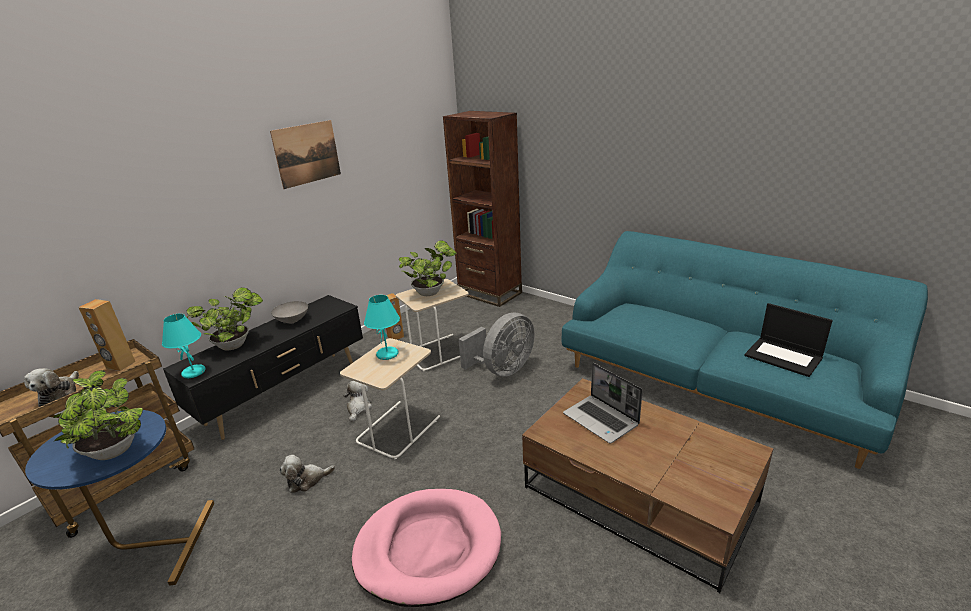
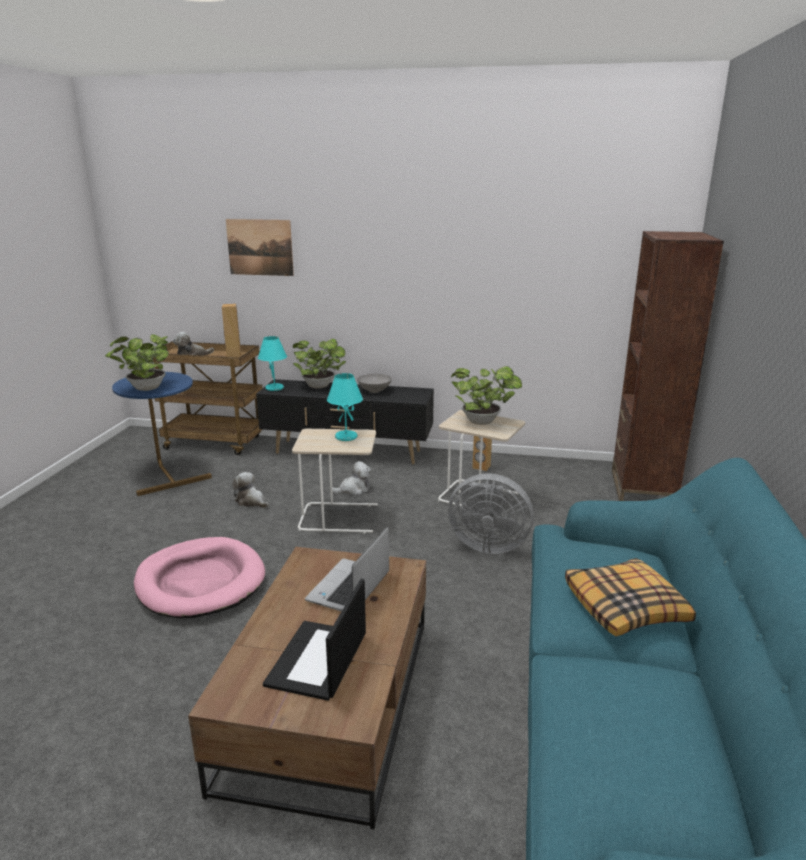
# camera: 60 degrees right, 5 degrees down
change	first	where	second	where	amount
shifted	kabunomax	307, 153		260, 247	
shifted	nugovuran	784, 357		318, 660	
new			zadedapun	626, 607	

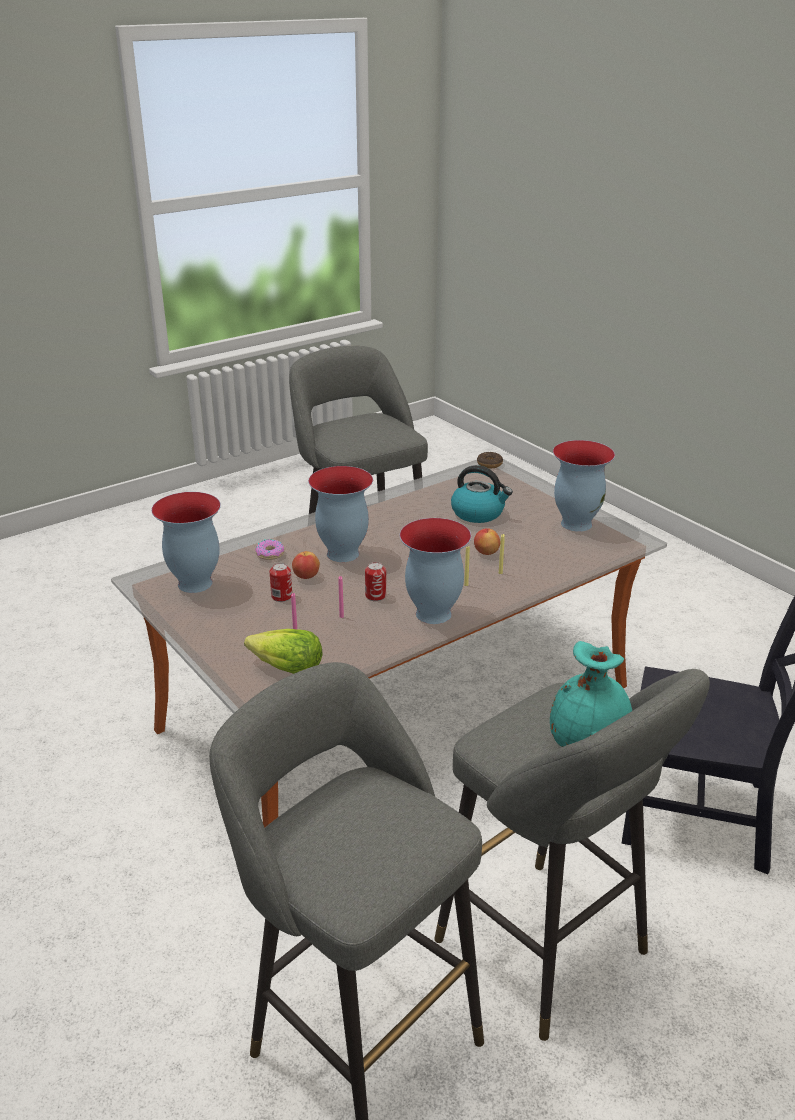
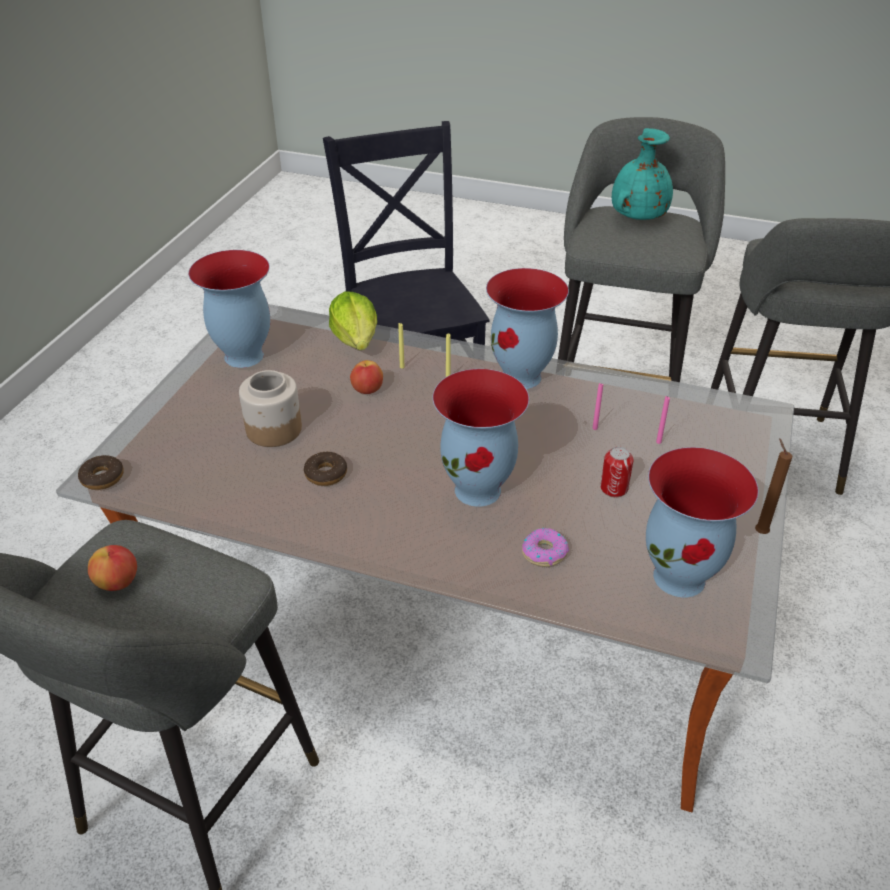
# camera: 125 degrees left, 10 degrees up
change	first	where	second	where	amount
shifted	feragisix	306, 576		118, 582	
swapped	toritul	478, 513	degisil	273, 430	
new			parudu	326, 474	
shifted	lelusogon	286, 668		356, 340	
new			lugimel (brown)	759, 531	
gone	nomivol	375, 596			

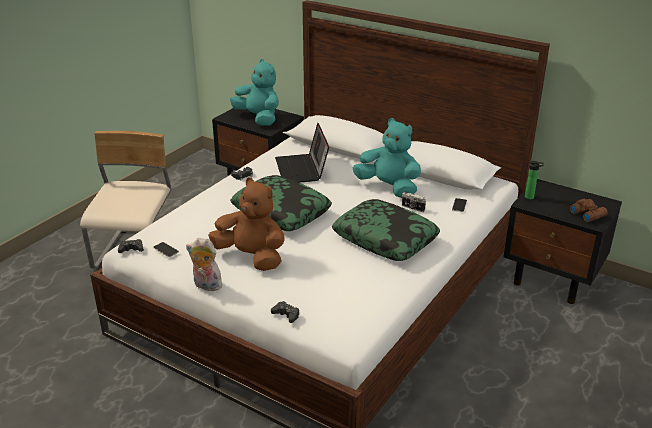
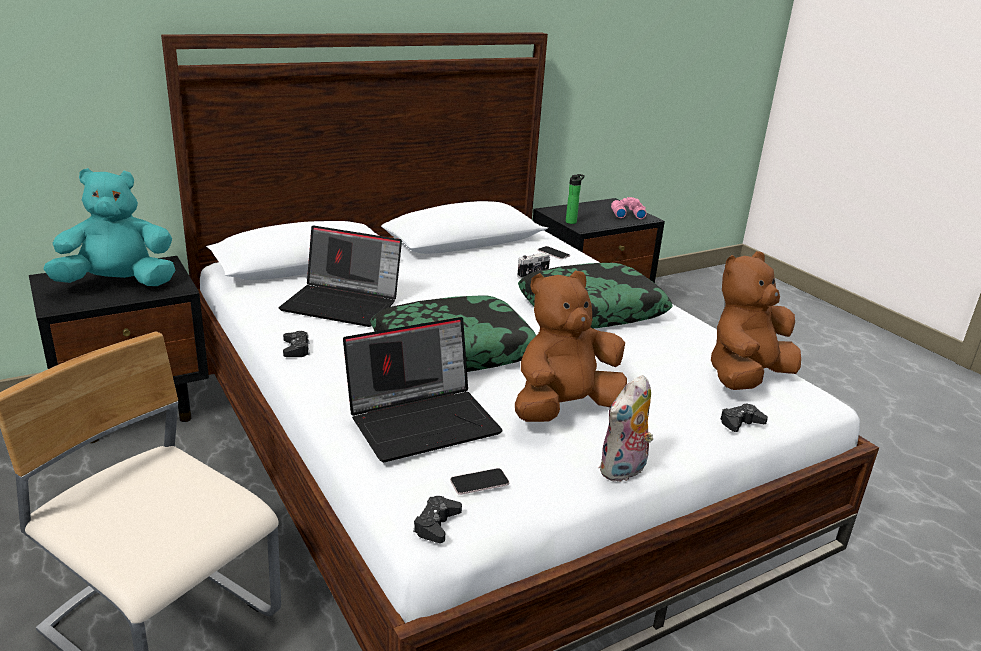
# camera: 65 degrees left, 5 degrees down
change	first	where	second	where	amount
new			nugovuran	424, 420	
repainted	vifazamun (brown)	587, 214	vifazamun (pink)	626, 214	
new			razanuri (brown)	746, 377	
gone	razanuri (turquoise)	389, 187			

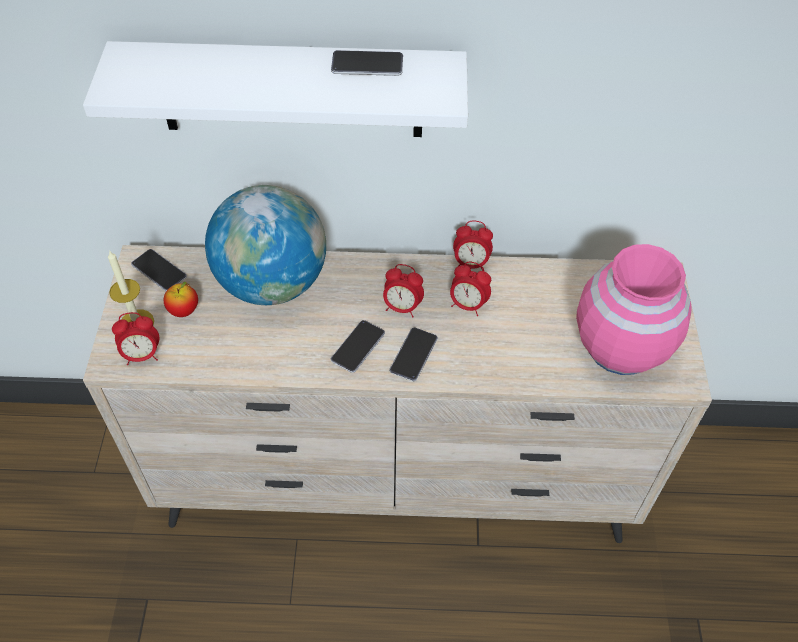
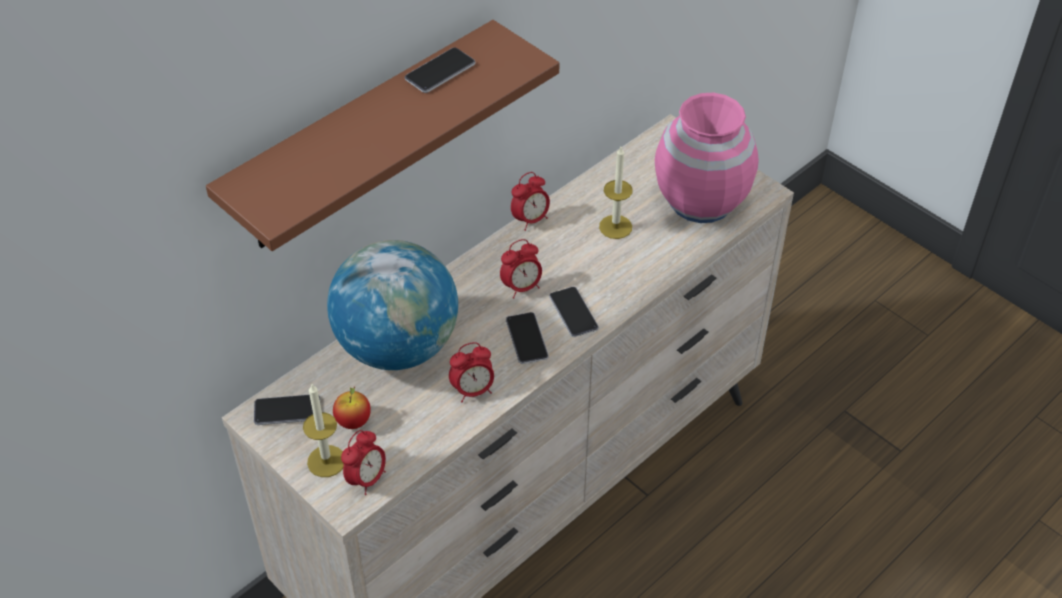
# camera: 45 degrees left, 5 degrees down
change	first	where	second	where	amount
repainted	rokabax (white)	291, 90	rokabax (brown)	363, 139	
shifted	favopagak	468, 305		473, 390	
new			lugimel	615, 227	

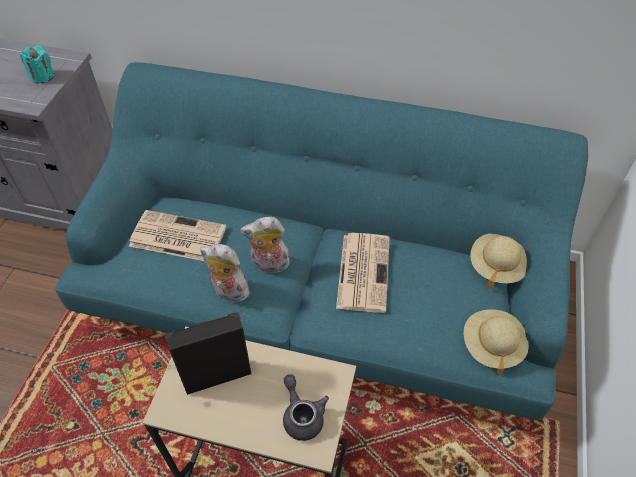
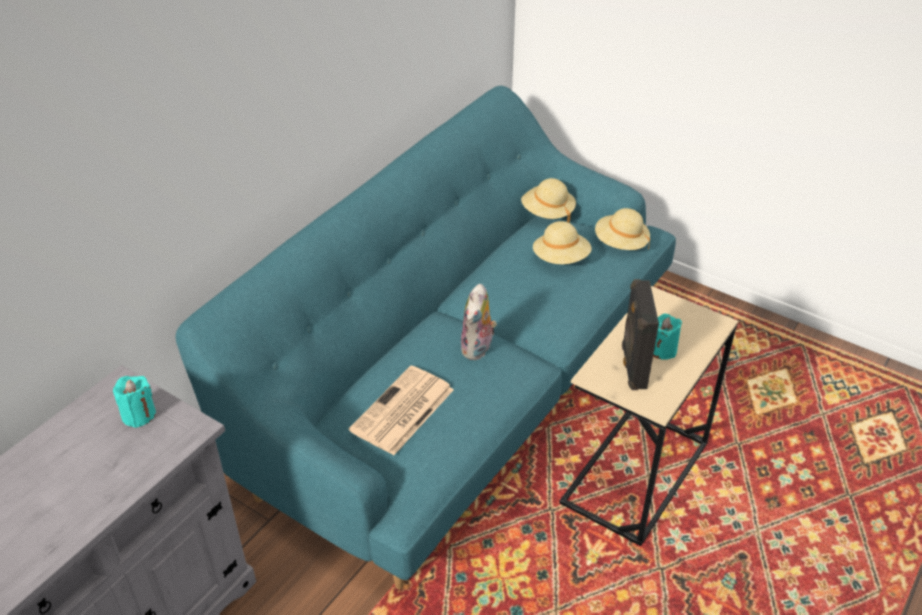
# camera: 70 degrees left, 10 degrees down
change	first	where	second	where	amount
new			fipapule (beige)	561, 259	
new			lugimel (turquoise)	662, 350	
gone	razanuri	228, 292			
gone	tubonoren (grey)	302, 415			
gone	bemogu	363, 271			

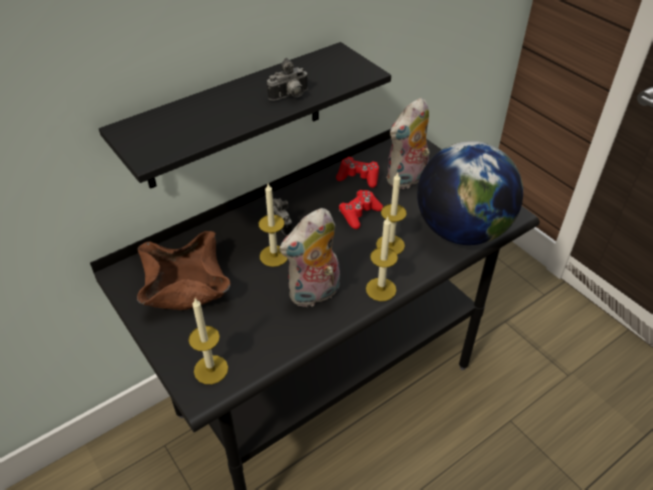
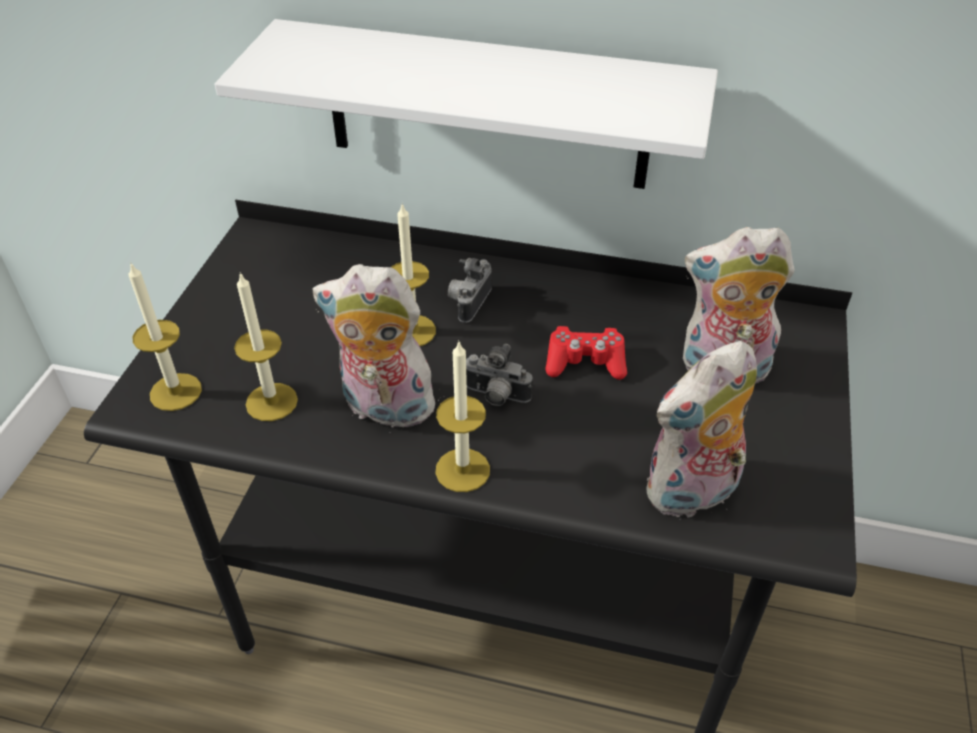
# camera: 50 degrees right, 0 degrees up
change	first	where	second	where	amount
repainted	rokabax (black)	234, 117	rokabax (white)	487, 106	
shifted	lugimel	390, 245		271, 402	
shifted	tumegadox	290, 97		496, 397	
swapped	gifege	461, 230	razanuri	691, 494	
gone	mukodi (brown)	186, 286			
gone	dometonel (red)	358, 177			

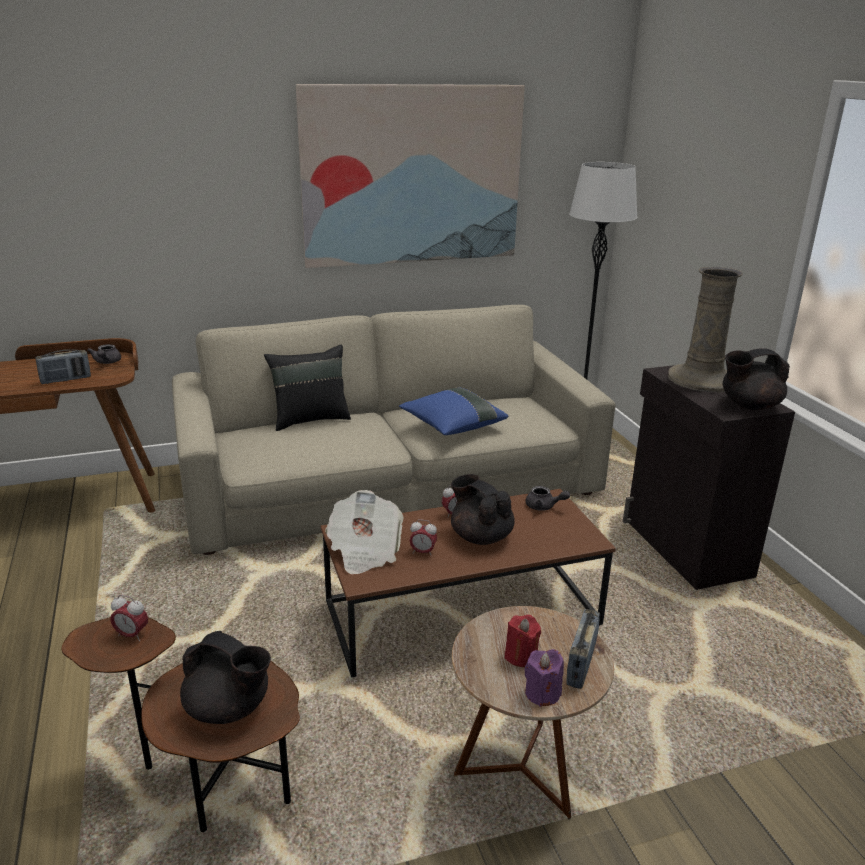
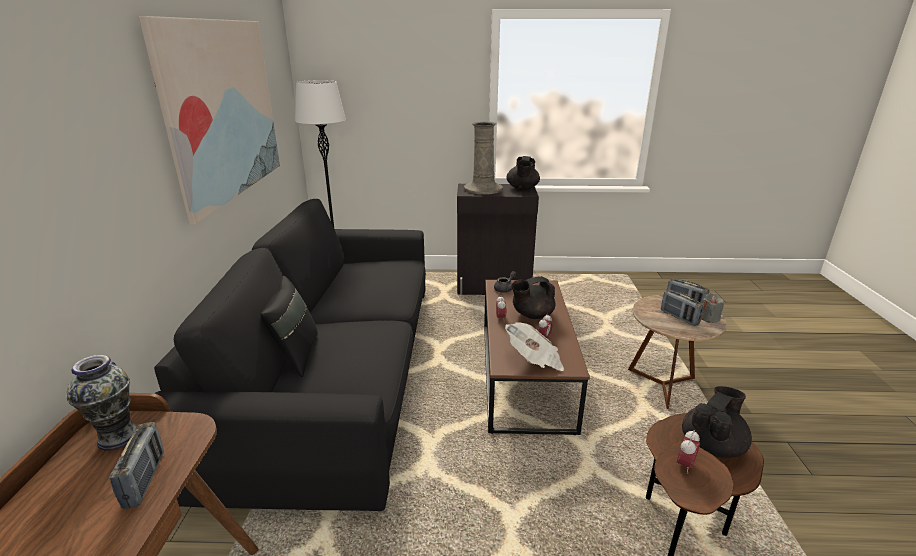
# camera: 70 degrees left, 0 degrees up
change	first	where	second	where	amount
swapped	tubonoren (grey)	107, 362	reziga	118, 437	
repainted	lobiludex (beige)	390, 483	lobiludex (black)	337, 371	
swapped	lugimel (red)	521, 656	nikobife	679, 317	
repainted	lugimel (purple)	542, 693	lugimel (grey)	709, 318	
gone	zadedapun (blue)	452, 426			

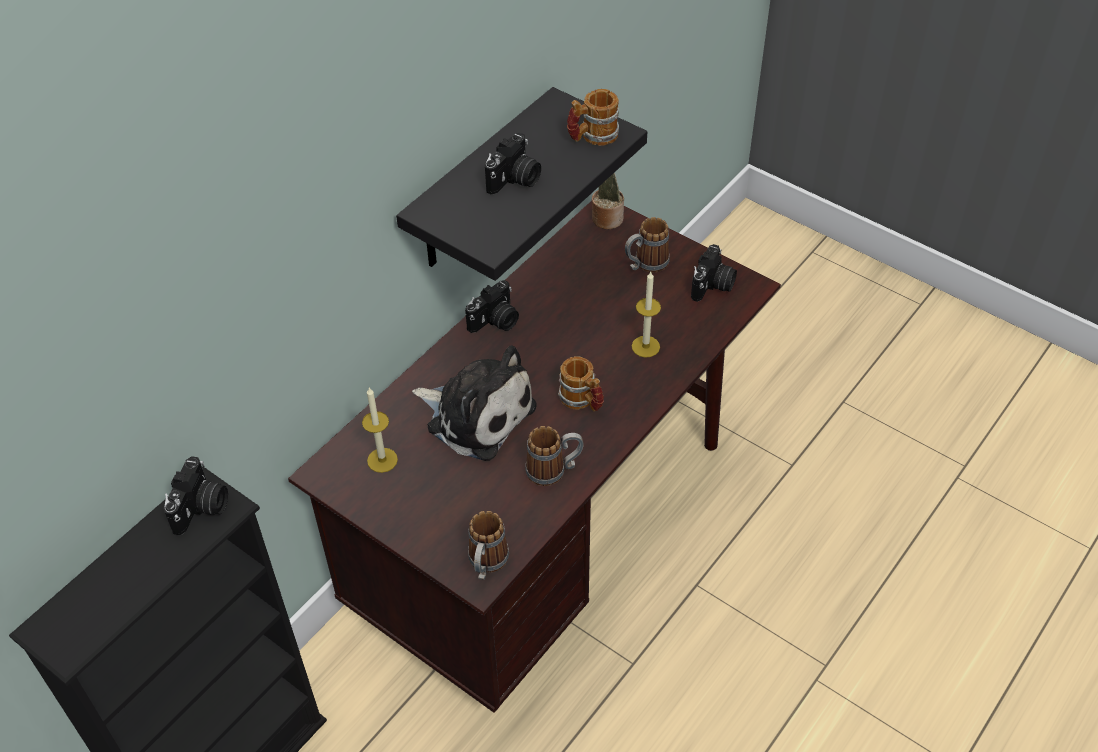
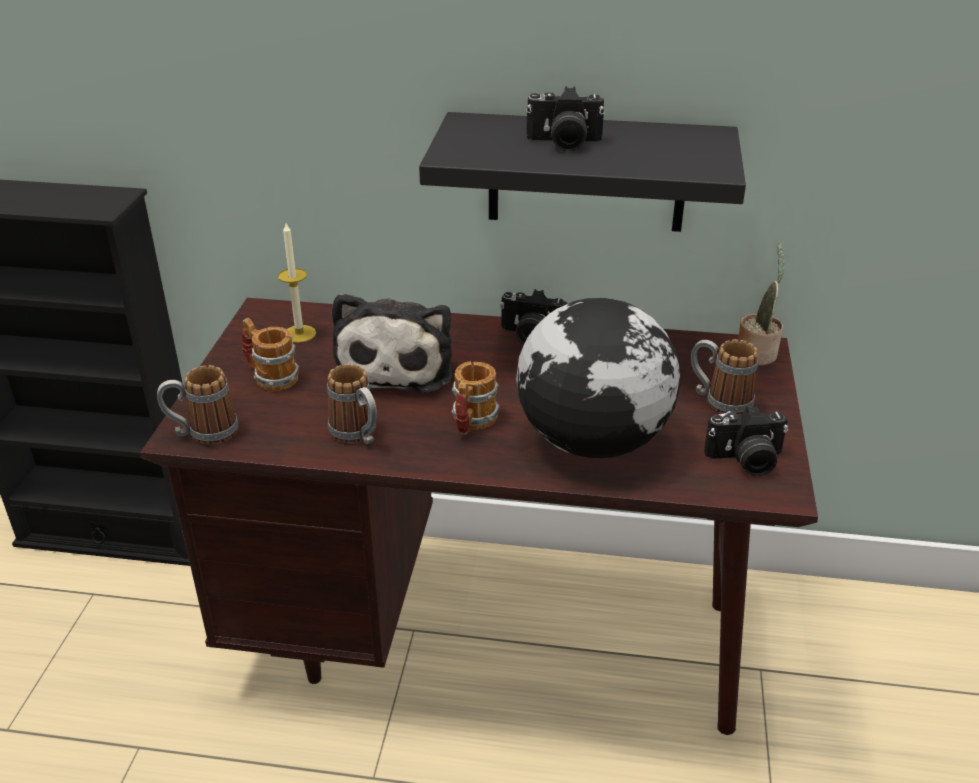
# camera: 60 degrees right, 15 degrees down
change	first	where	second	where	amount
shifted	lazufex	592, 137		270, 376	
swapped	lugimel	645, 346	gifege	594, 440	
gone	tumegadox	201, 508			

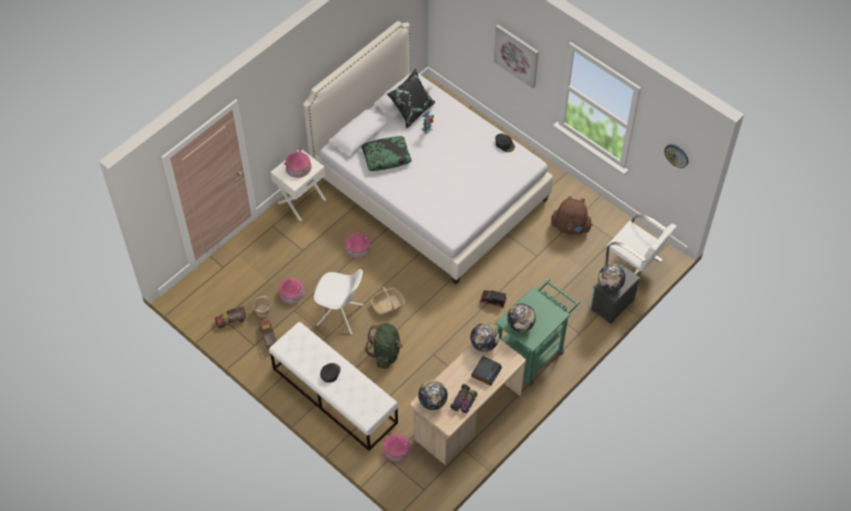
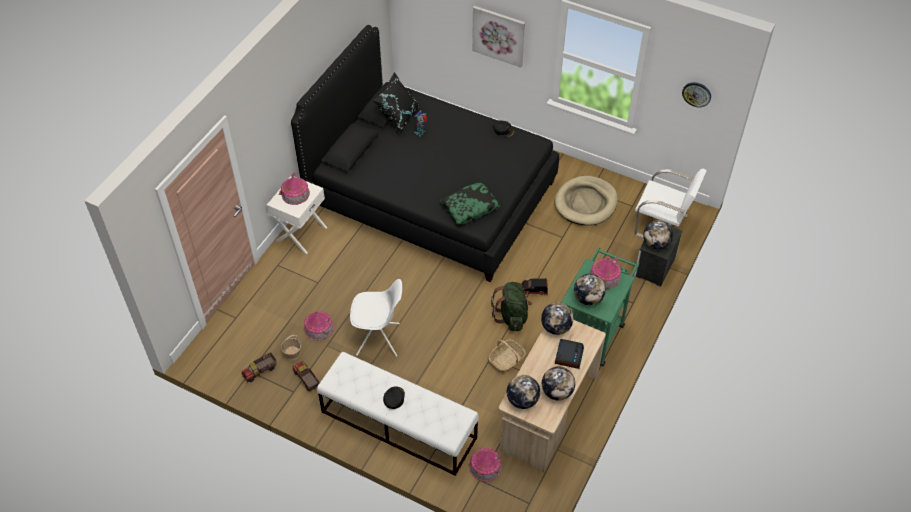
# camera: 15 degrees left, 5 degrees down
change	first	where	second	where	amount
repainted	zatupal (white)	429, 187	zatupal (black)	430, 194	
shifted	zadedapun	386, 157		469, 207	
shifted	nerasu	387, 305		506, 360	
shifted	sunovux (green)	386, 353		512, 316	
swapped	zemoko	464, 401	gifege	557, 392	
swapped	sunovux (brown)	570, 227	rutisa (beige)	586, 203	
shifted	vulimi	358, 247		605, 276	

